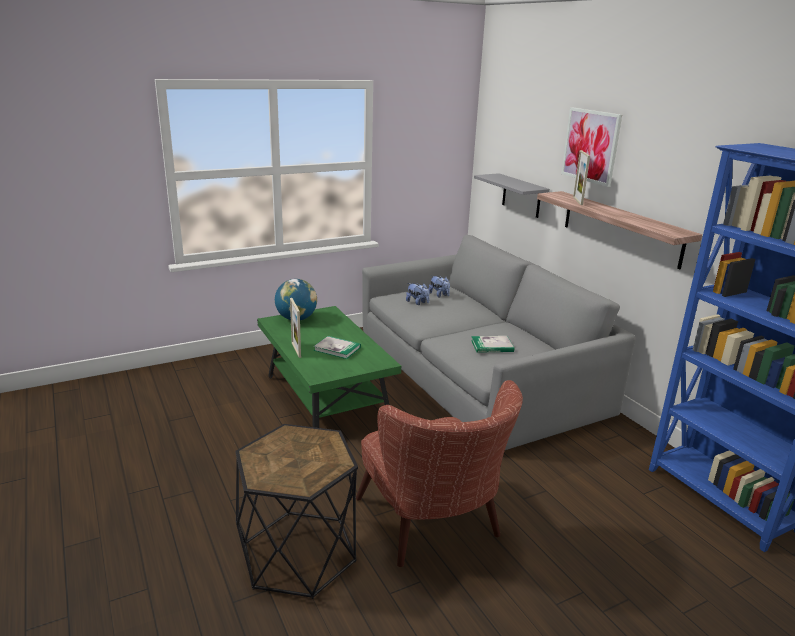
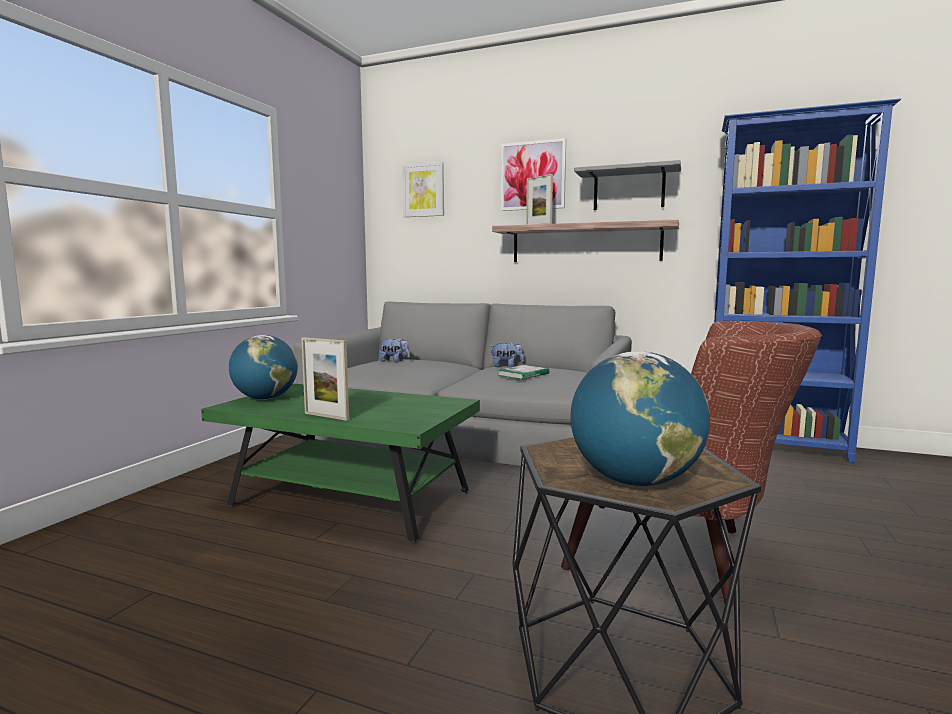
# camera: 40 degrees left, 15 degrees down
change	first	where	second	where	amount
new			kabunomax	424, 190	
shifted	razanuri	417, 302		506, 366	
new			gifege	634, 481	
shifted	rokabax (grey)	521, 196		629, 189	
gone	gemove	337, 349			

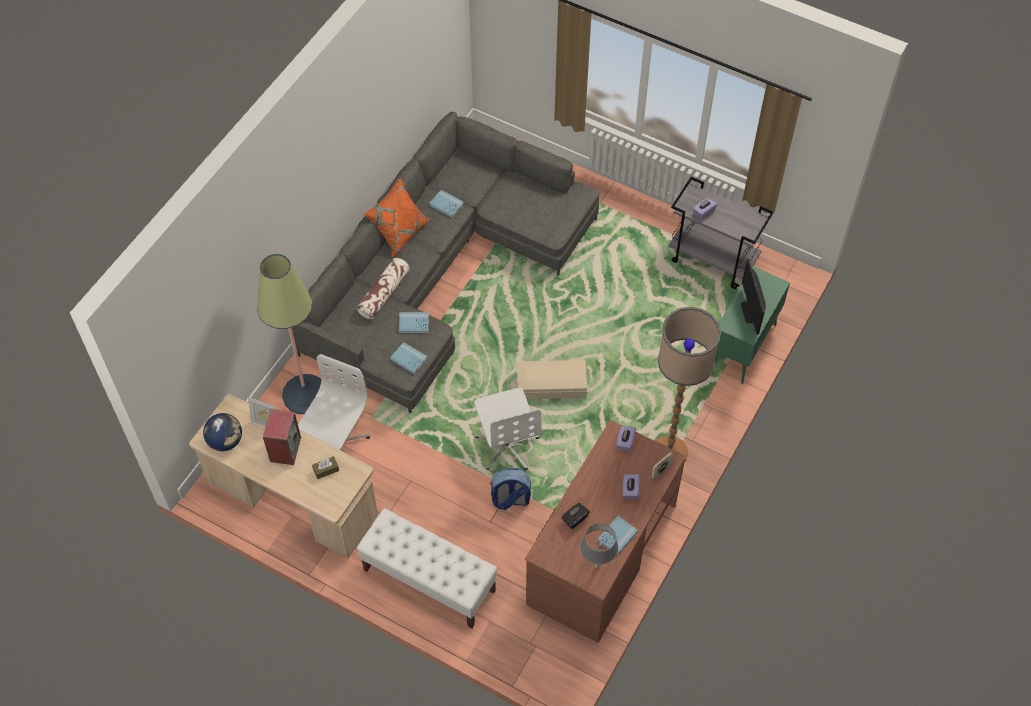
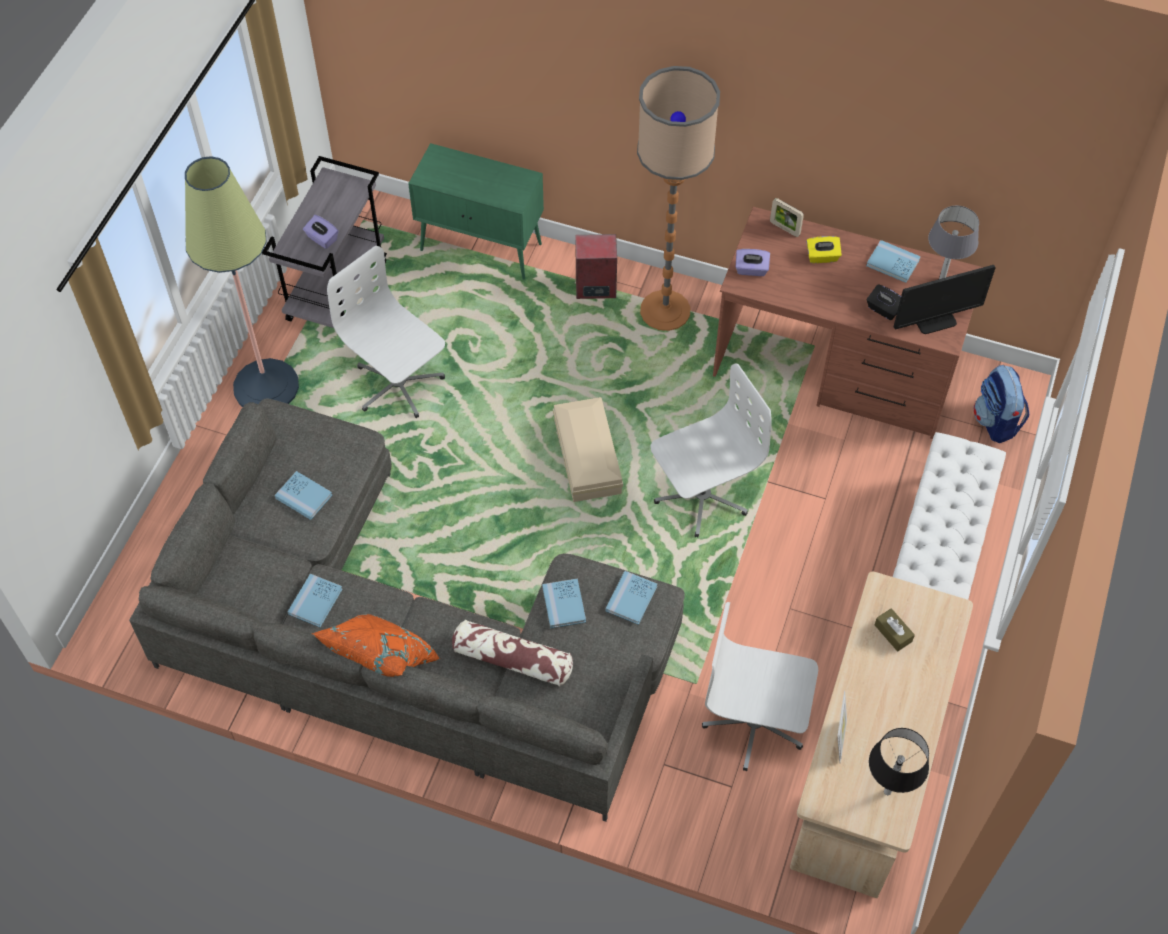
# camera: 100 degrees left, 0 degrees up
change	first	where	second	where	amount
shifted	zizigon	305, 394		266, 387	
new			gemove (blue)	304, 497	
new			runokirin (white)	398, 385	
shifted	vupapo	285, 449		595, 288	
repainted	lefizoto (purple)	630, 490	lefizoto (yellow)	822, 257	
swapped	gifege	226, 441	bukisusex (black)	887, 791	
shifted	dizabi	751, 312		935, 320	
shifted	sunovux	510, 499		996, 421	

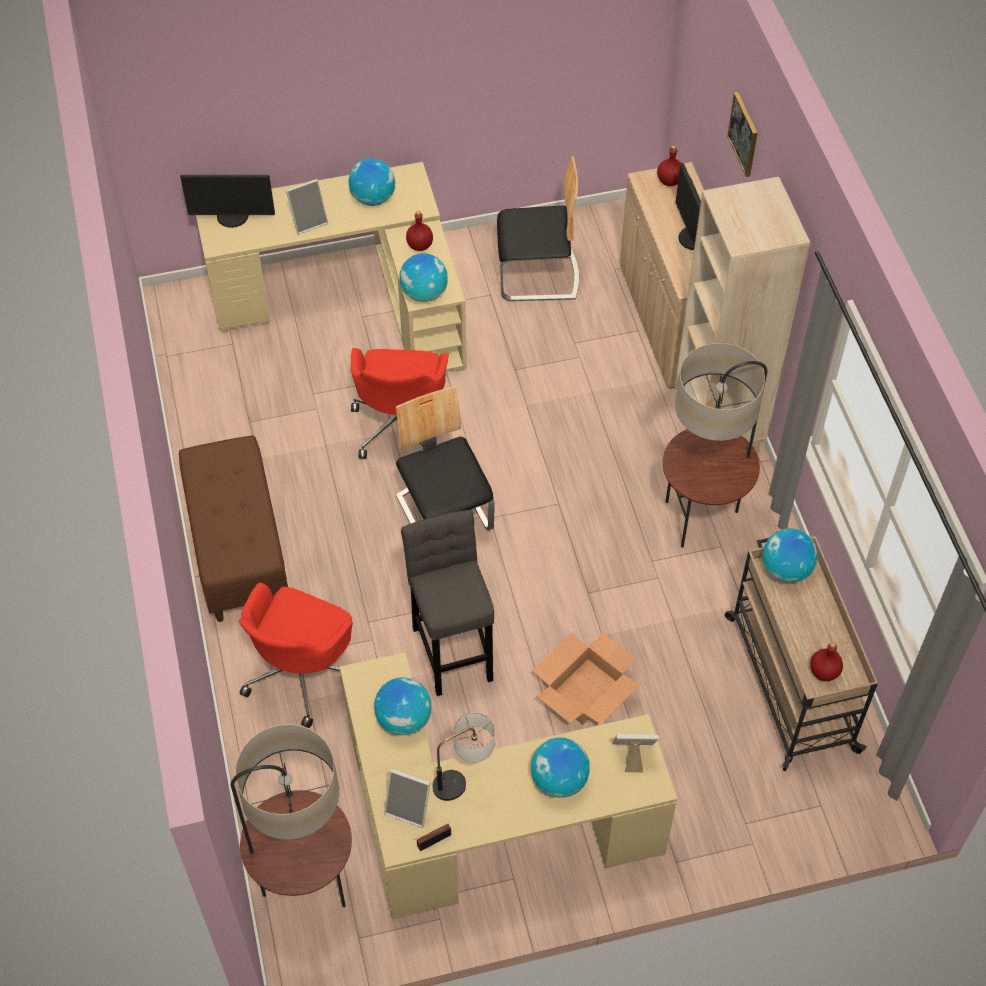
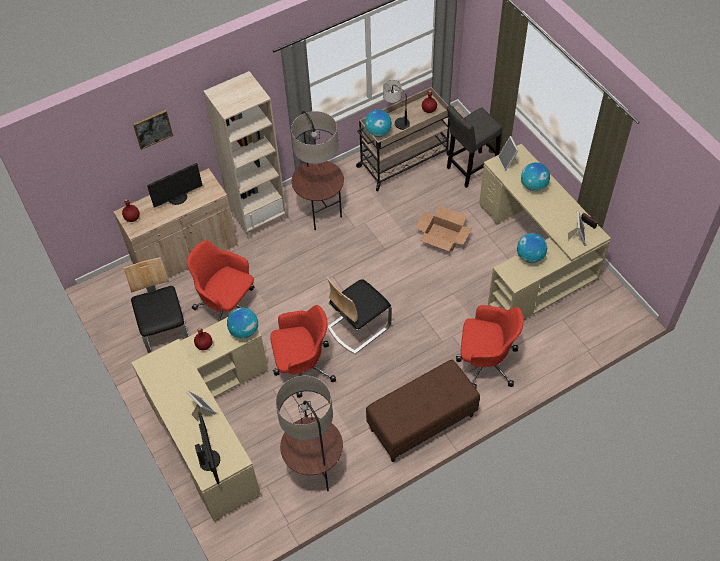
# camera: 105 degrees left, 0 degrees up
change	first	where	second	where	amount
new			runokirin (red)	227, 306	
shifted	zizigon	305, 884		315, 471	
shifted	bukisusex	464, 778		396, 120	
shifted	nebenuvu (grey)	452, 648		470, 170	
gone	gifege	373, 198			

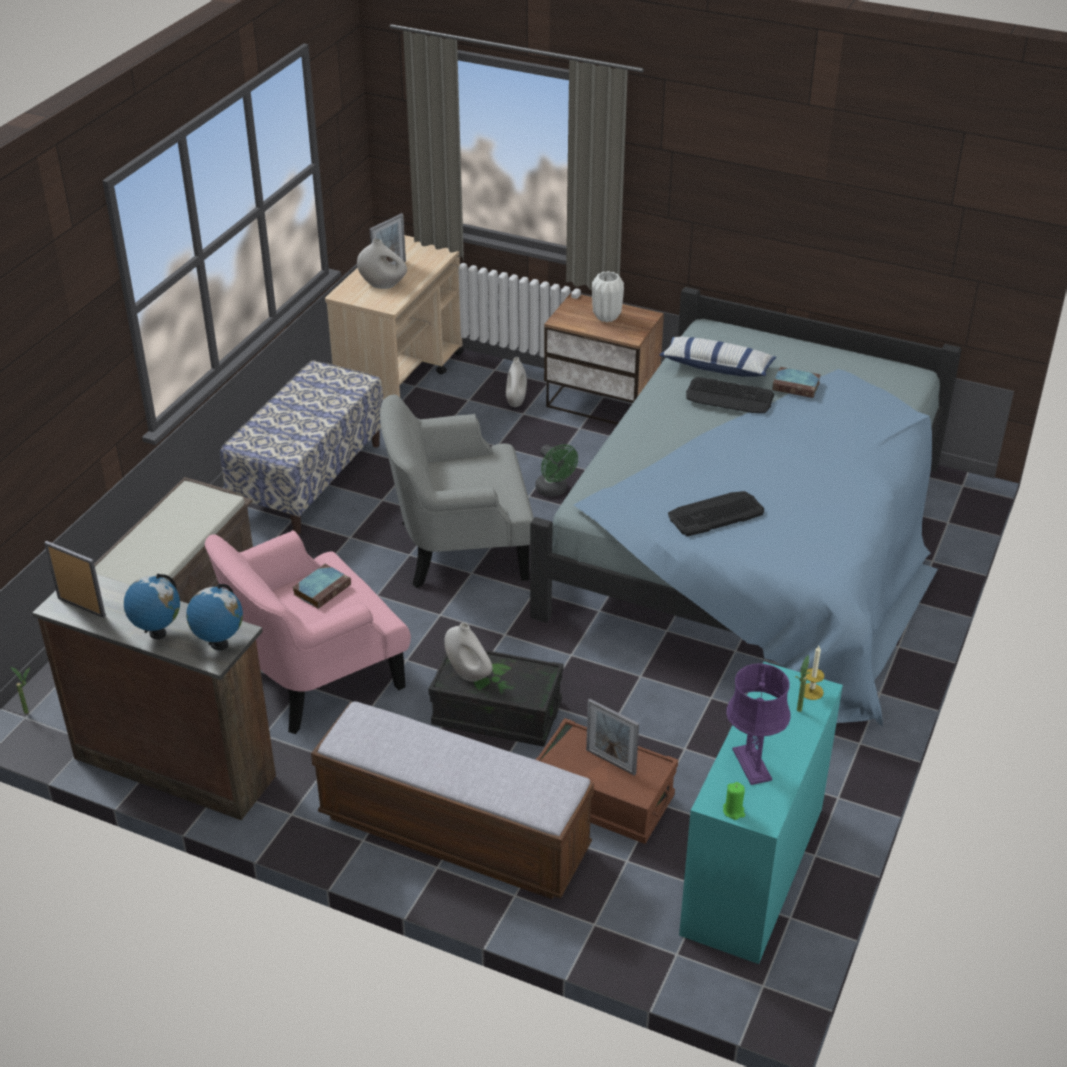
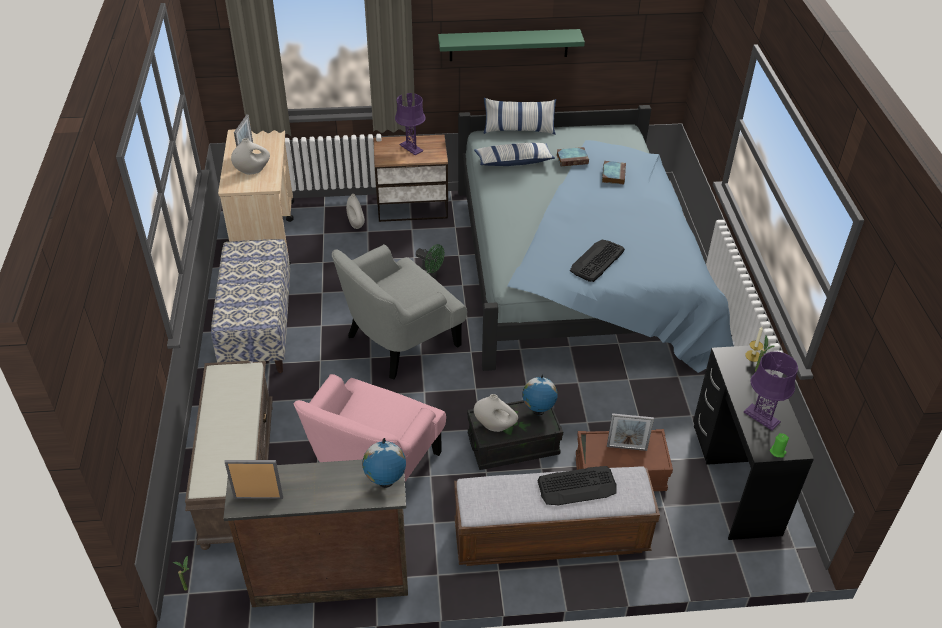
# camera: 30 degrees left, 5 degrees up
change	first	where	second	where	amount
swapped	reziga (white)	607, 317	bukisusex (purple)	411, 148	
new			rokabax (green)	509, 45	
new			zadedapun	519, 129	
shifted	gifege	157, 633		538, 411	
shifted	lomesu	729, 397		577, 486	
shifted	gemove	322, 589		613, 174	
repainted	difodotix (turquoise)	754, 870	difodotix (black)	735, 478	

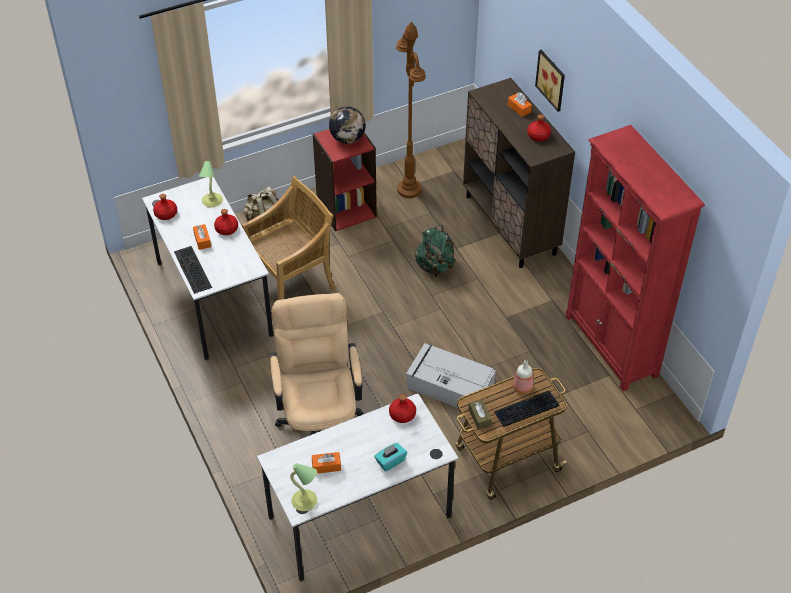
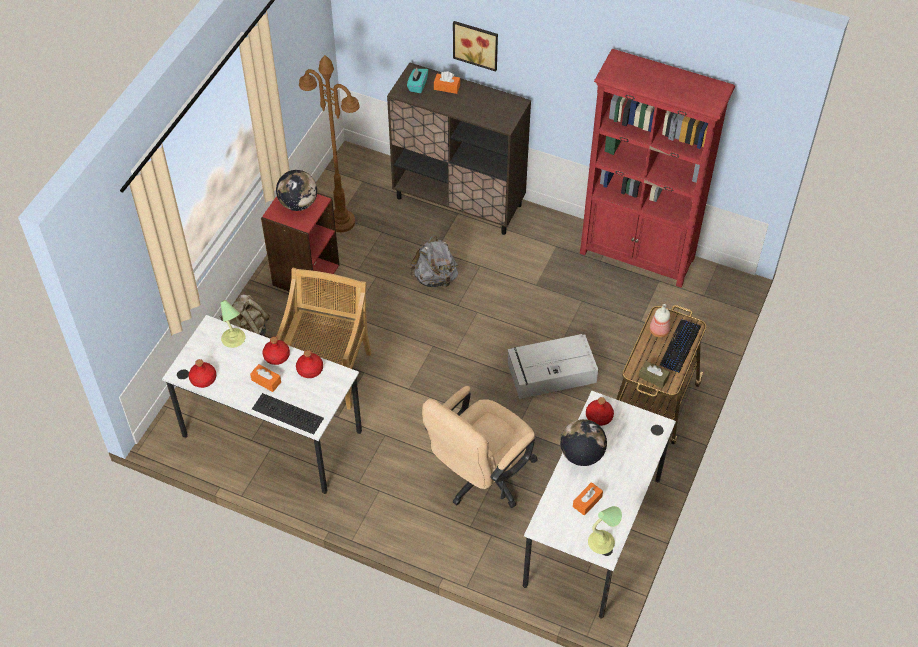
# camera: 40 degrees left, 5 degrees up
change	first	where	second	where	amount
shifted	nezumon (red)	538, 136		310, 370	
shifted	lefizoto (turquoise)	390, 461		417, 86	
repainted	sunovux (green)	435, 267	sunovux (grey)	435, 278	
rotated	runokirin (beige)	320, 422		480, 477	90 degrees counterclockwise
new			gifege	581, 454	

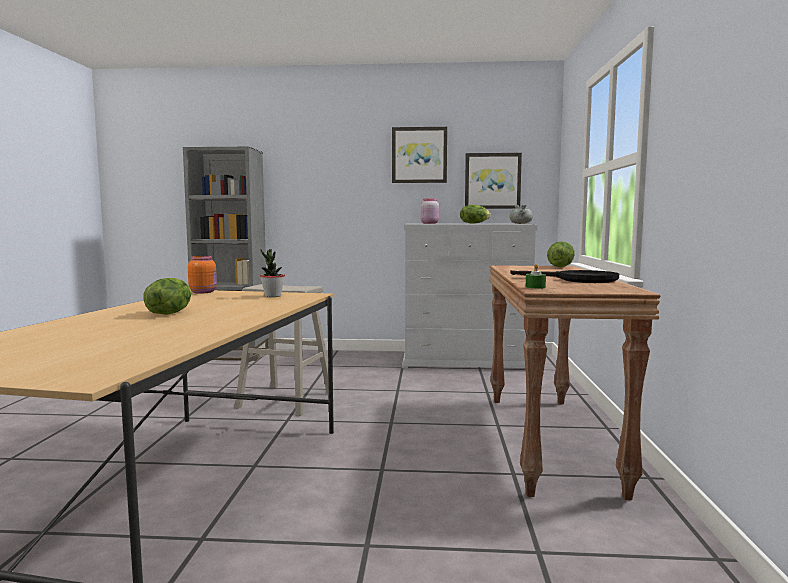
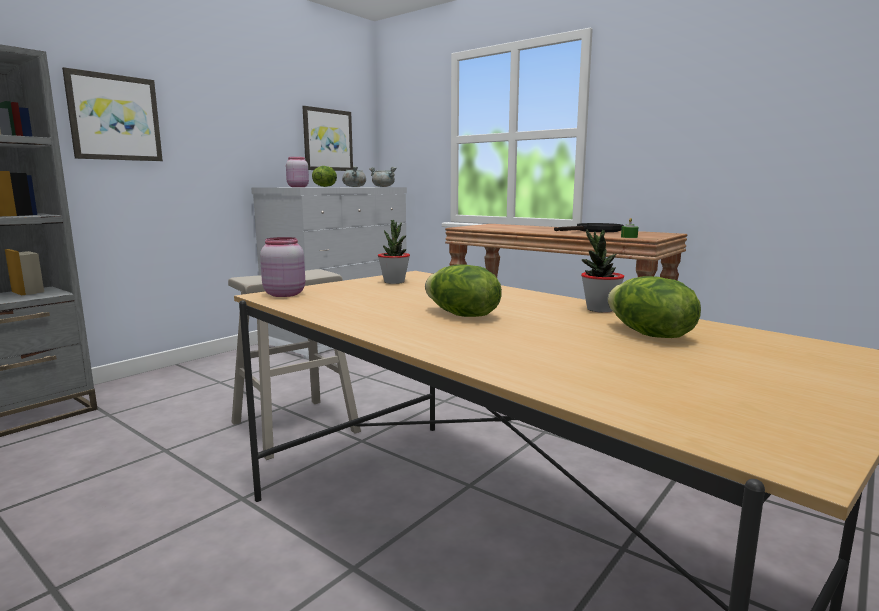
# camera: 55 degrees left, 5 degrees up
change	first	where	second	where	amount
shifted	kabunomax	419, 155		114, 118	
repainted	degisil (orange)	203, 292	degisil (pink)	284, 294	
new			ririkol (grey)	354, 186	
new			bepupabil	600, 309	
shifted	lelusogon	560, 266		648, 334	

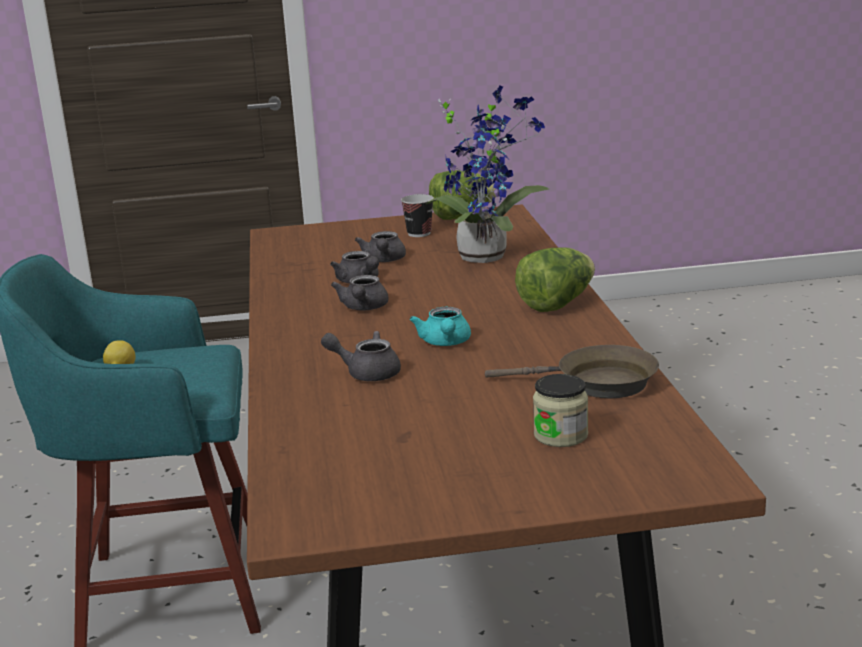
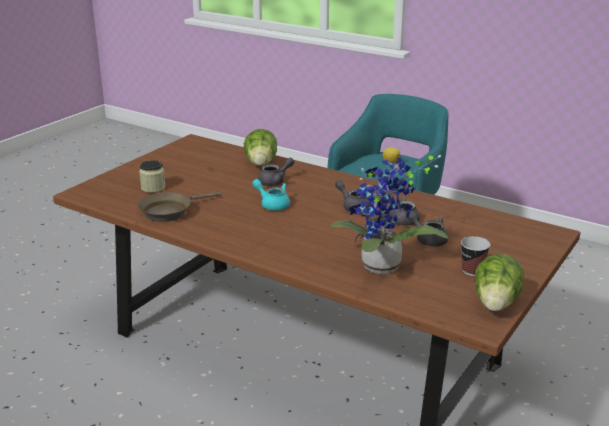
# camera: 130 degrees right, 5 degrees up
change	first	where	second	where	amount
shifted	lelusogon	557, 304		261, 164	

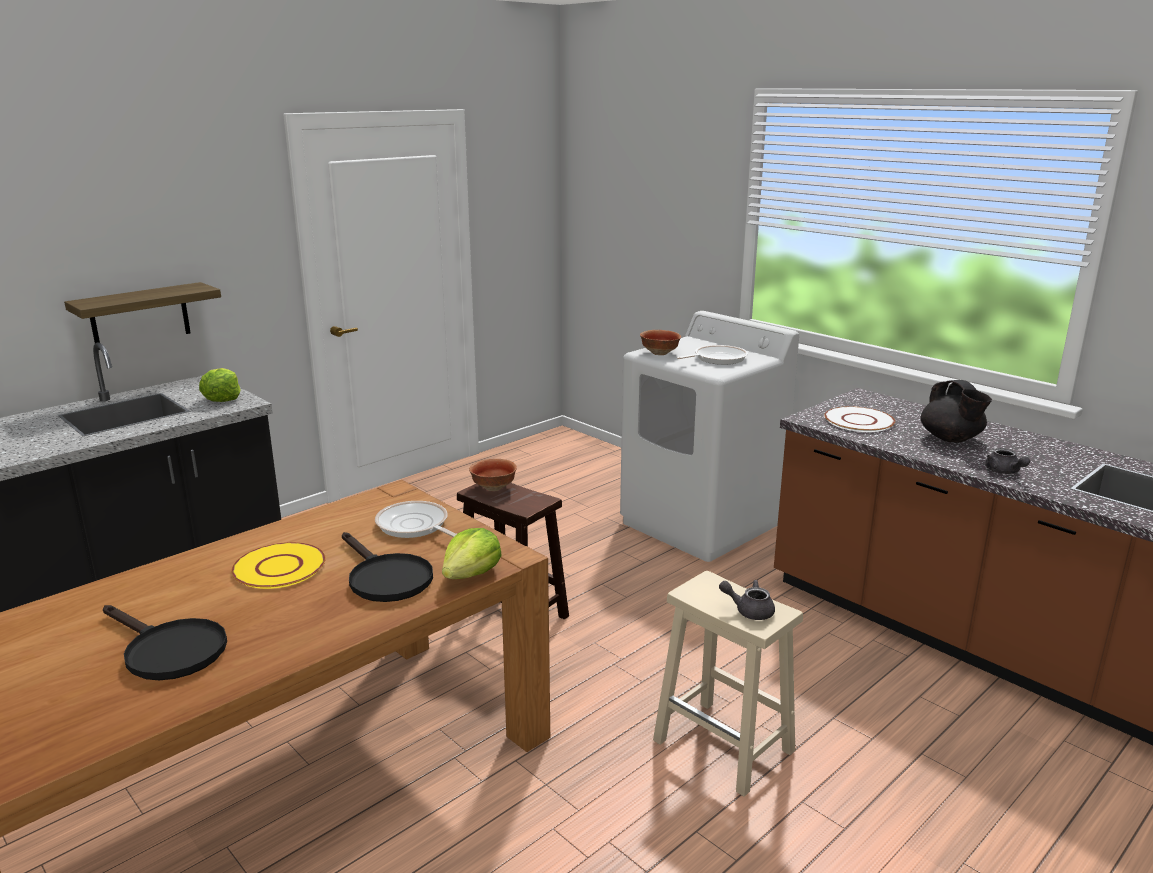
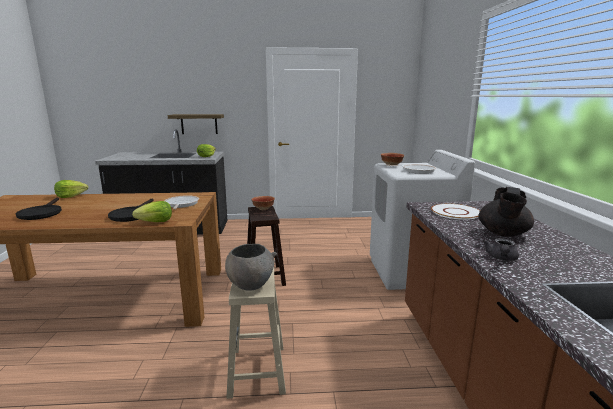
# camera: 40 degrees right, 5 degrees down
change	first	where	second	where	amount
new			lelusogon	71, 196	
swapped	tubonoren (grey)	749, 610	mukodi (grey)	250, 284	
gone	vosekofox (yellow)	278, 567			

